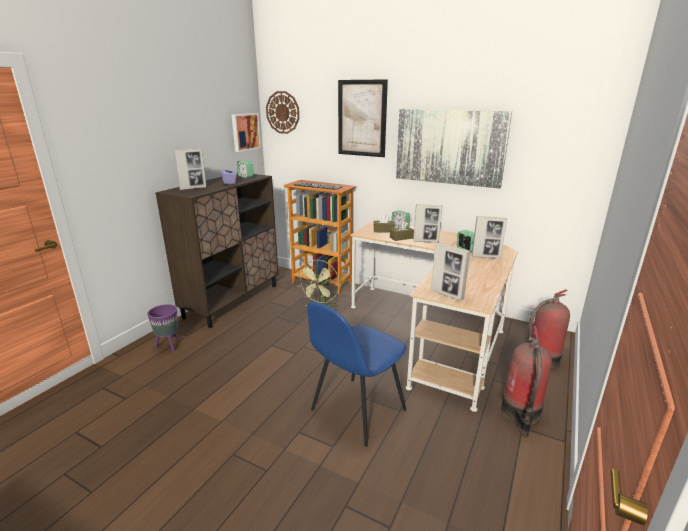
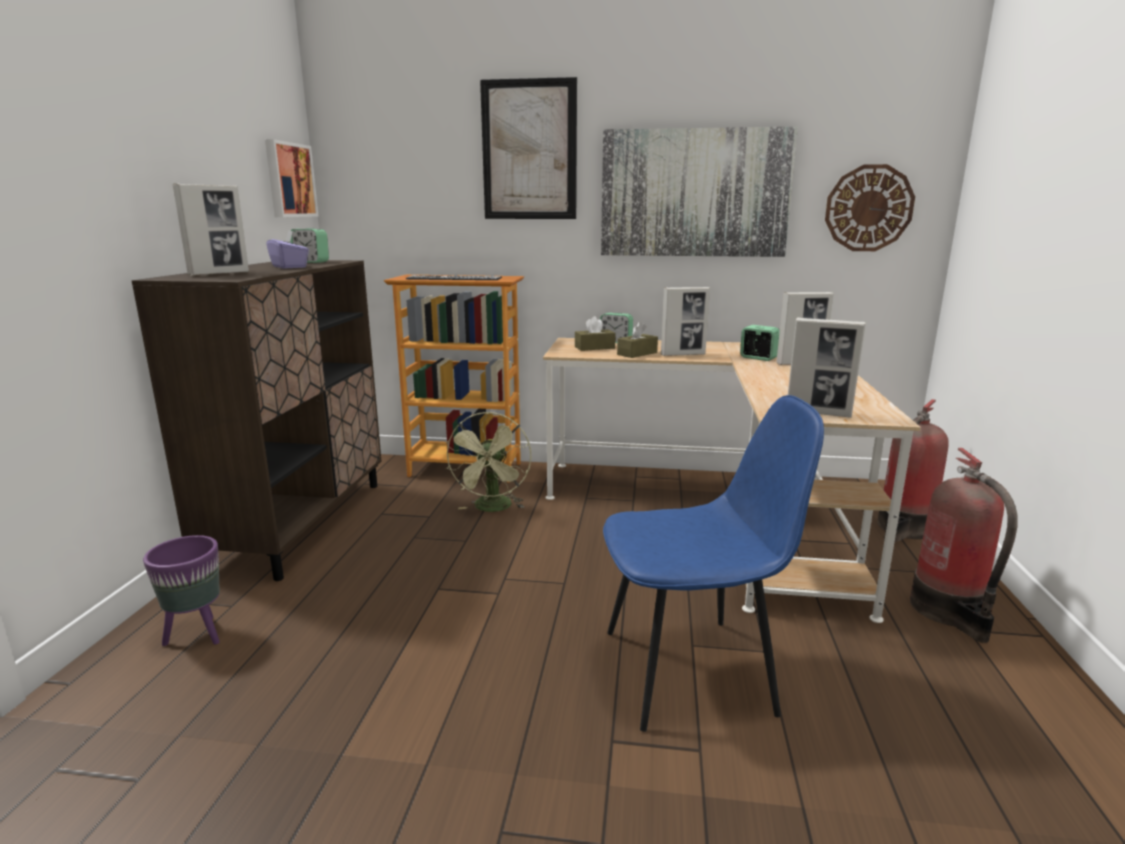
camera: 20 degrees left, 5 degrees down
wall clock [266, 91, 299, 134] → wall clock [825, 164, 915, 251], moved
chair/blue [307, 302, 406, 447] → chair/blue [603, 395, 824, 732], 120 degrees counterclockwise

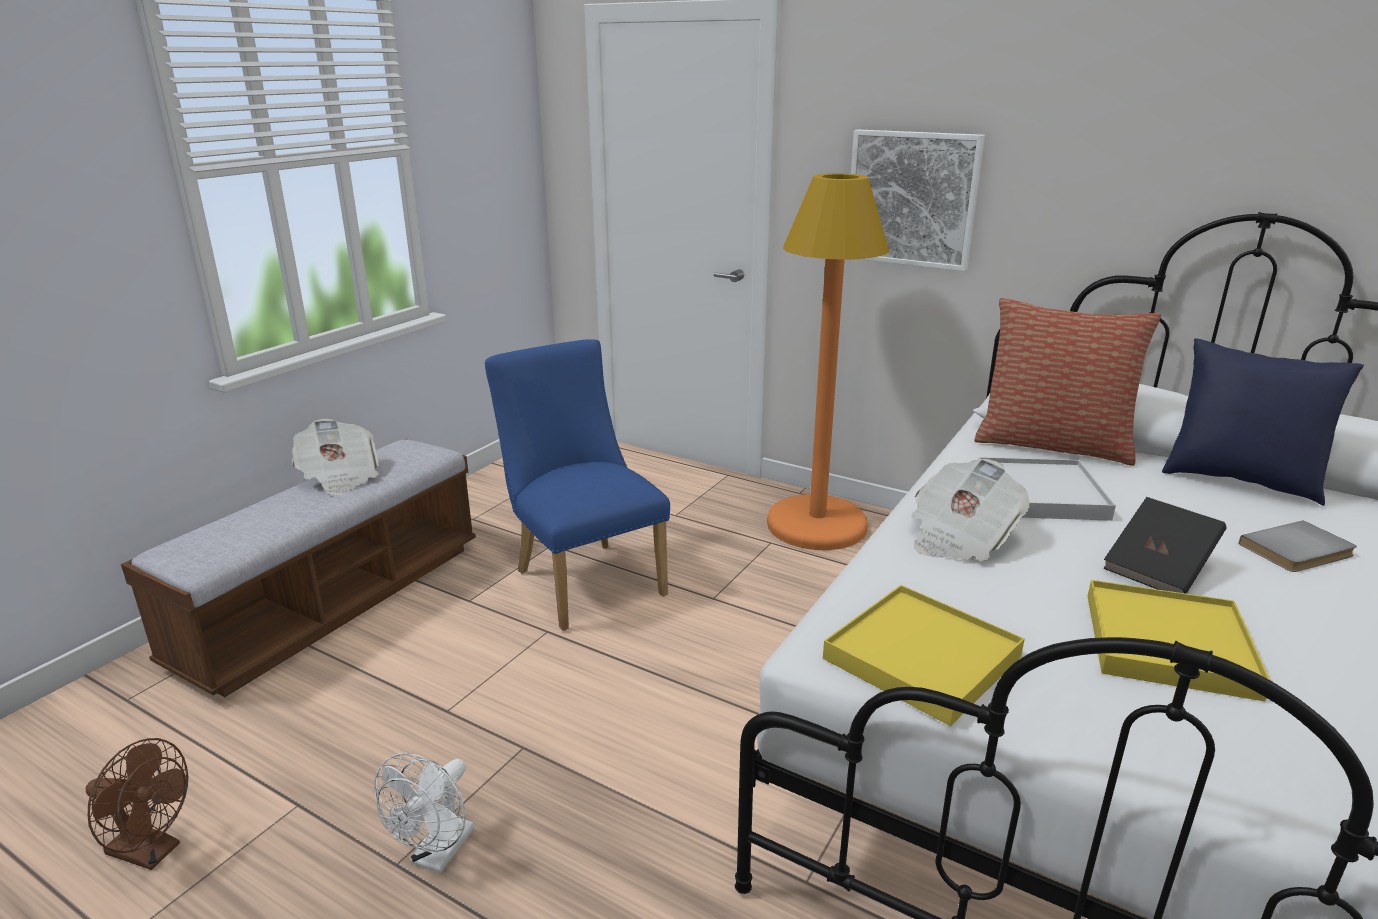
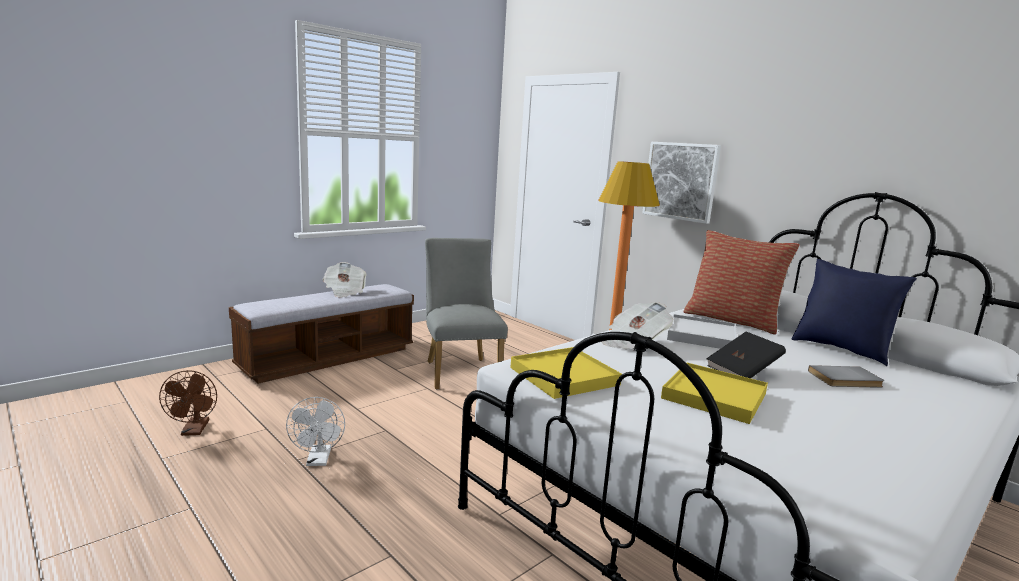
camera: 15 degrees right, 10 degrees down
fan/brown [86, 738, 188, 870] → fan/brown [159, 370, 217, 436], 45 degrees clockwise
fan/white [374, 753, 474, 873] → fan/white [286, 397, 345, 466], 45 degrees counterclockwise
chair/blue [485, 339, 670, 631] → chair/grey [425, 238, 508, 390]

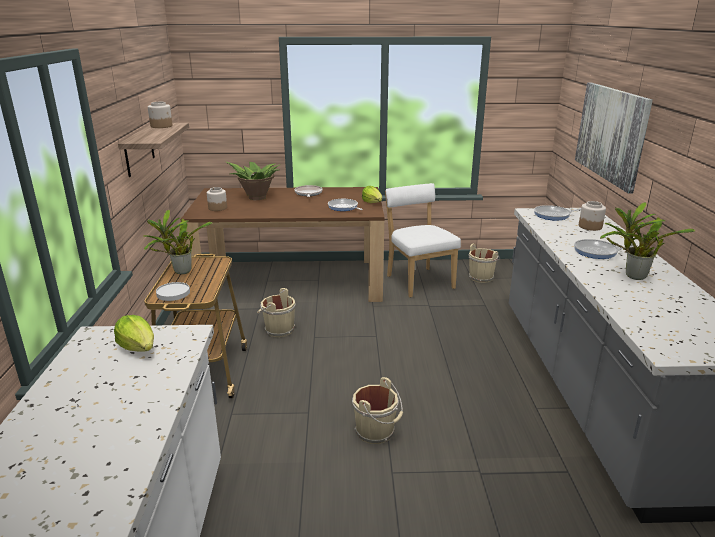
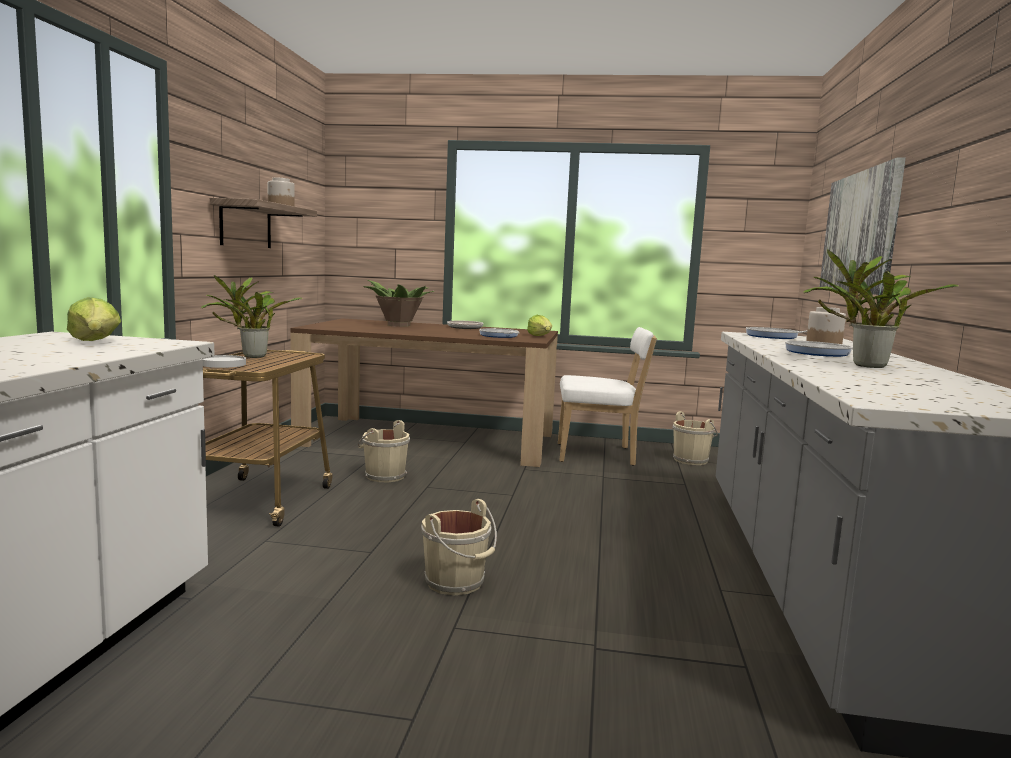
camera: 10 degrees right, 15 degrees down
jar [207, 187, 227, 211] → -
chair/white [385, 183, 461, 298] → chair/white [558, 327, 657, 466], 105 degrees clockwise

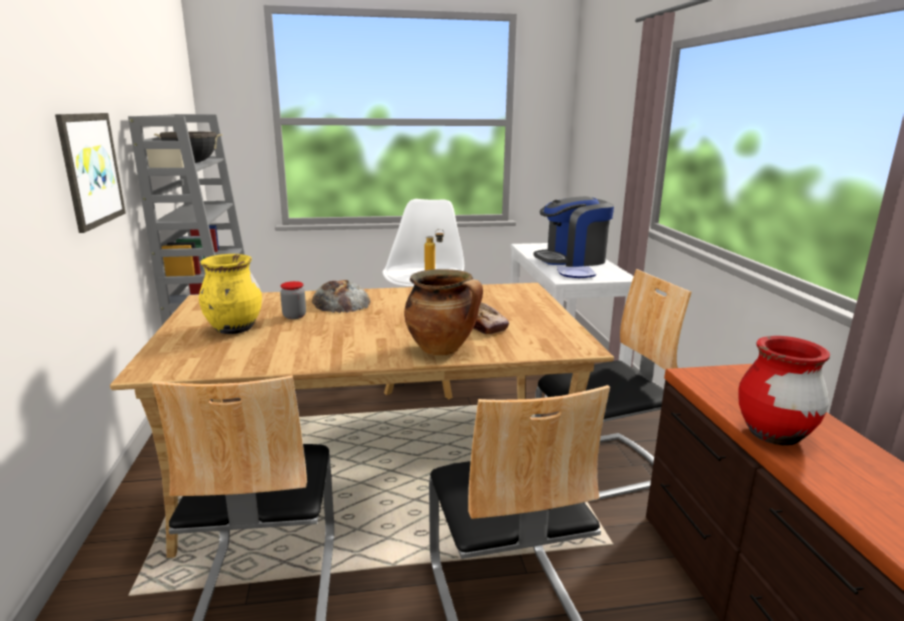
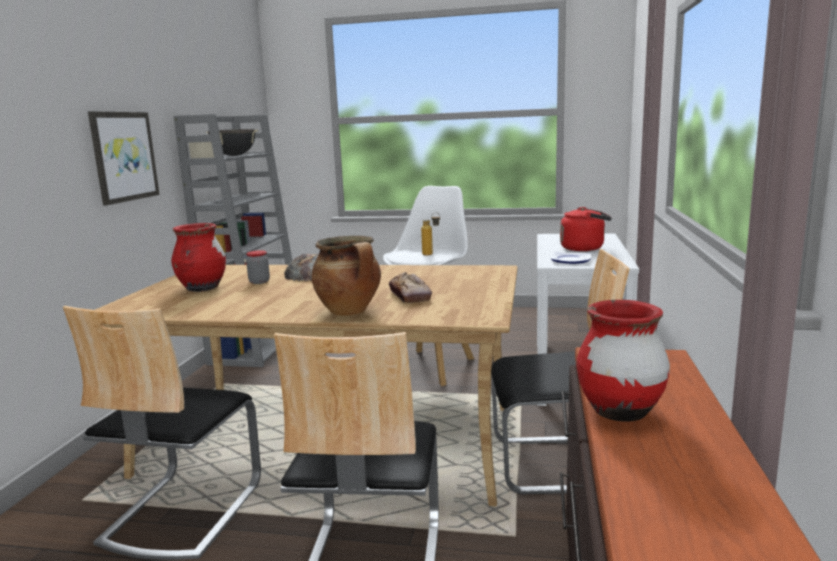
camera: 20 degrees right, 5 degrees down
vase/yellow [199, 254, 262, 334] → vase/red [171, 223, 226, 292]
coffee machine [534, 196, 614, 267] → kettle/red [560, 207, 612, 251]

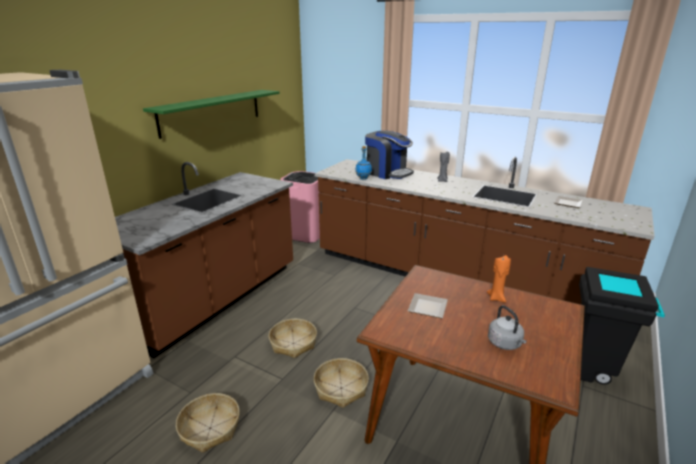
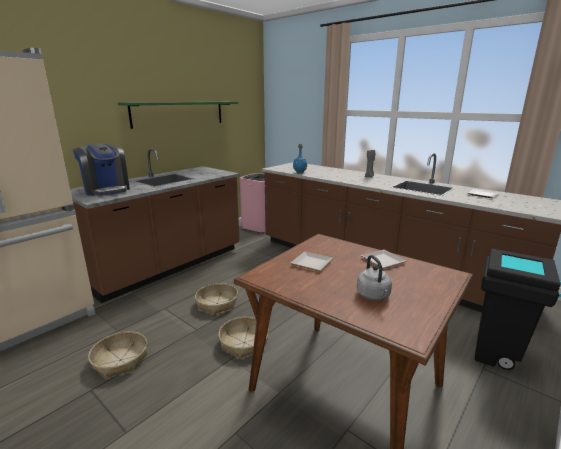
camera: 10 degrees right, 5 degrees down
coffee machine [365, 130, 414, 179] → coffee machine [73, 143, 130, 196], moved
candle/orange [487, 255, 511, 303] → plate [361, 249, 407, 268]

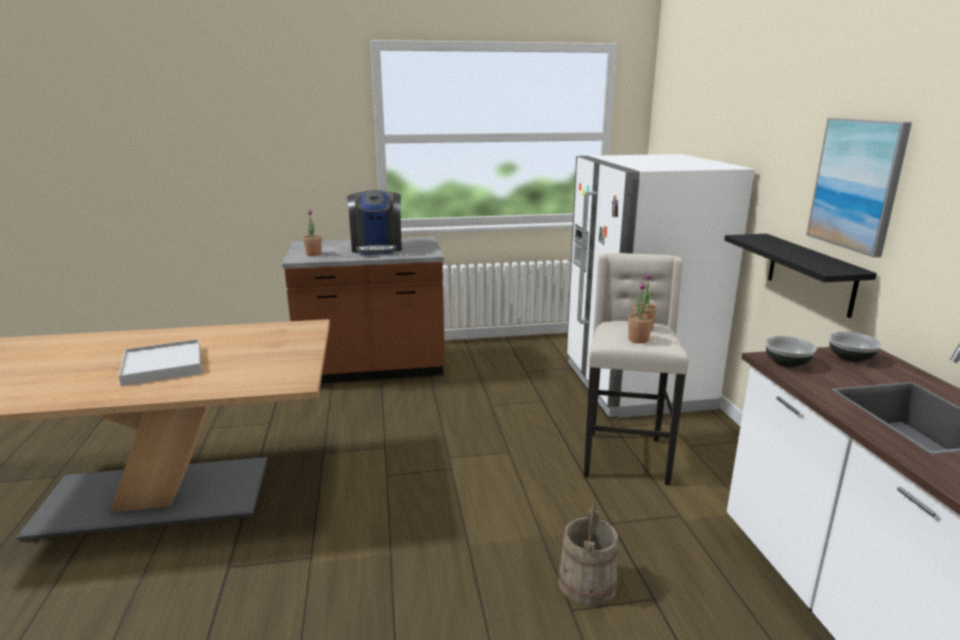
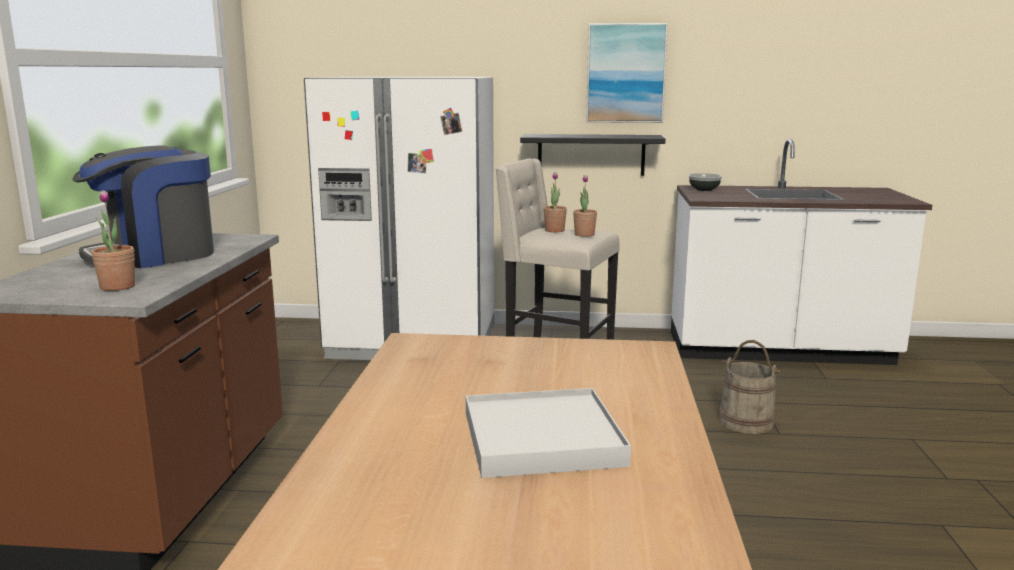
camera: 75 degrees left, 5 degrees down
coffee machine [347, 190, 402, 255] → coffee machine [72, 145, 214, 268], 135 degrees clockwise
bowl [765, 336, 817, 368] → -

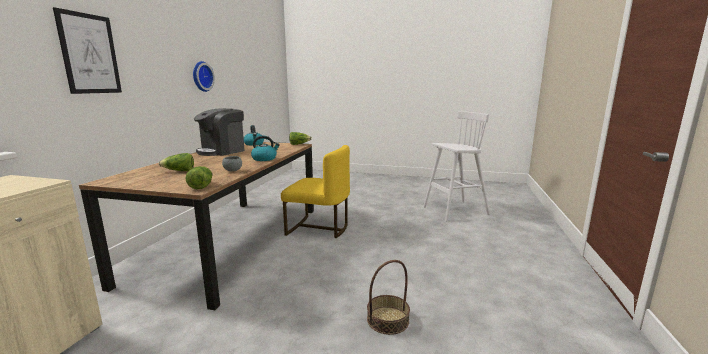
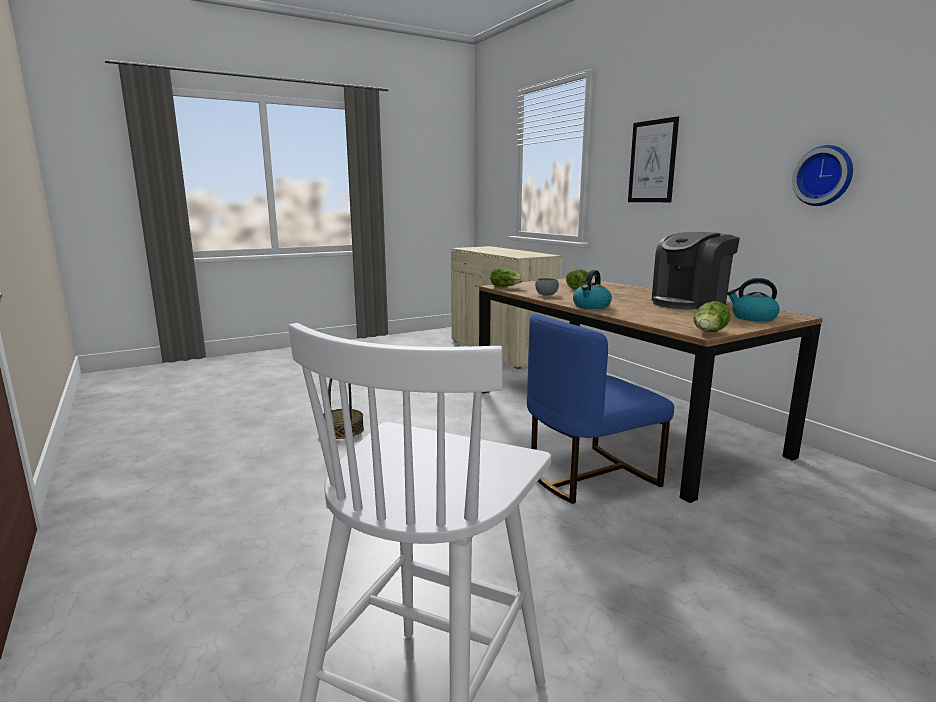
camera: 135 degrees right, 0 degrees up
coffee machine [194, 108, 244, 156] → coffee machine [652, 232, 740, 310], 120 degrees counterclockwise
chair/yellow [281, 145, 350, 238] → chair/blue [527, 314, 674, 504]

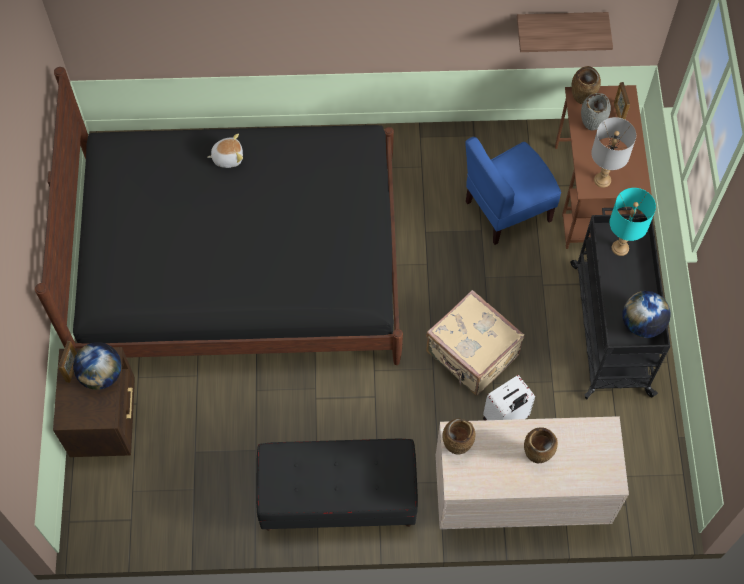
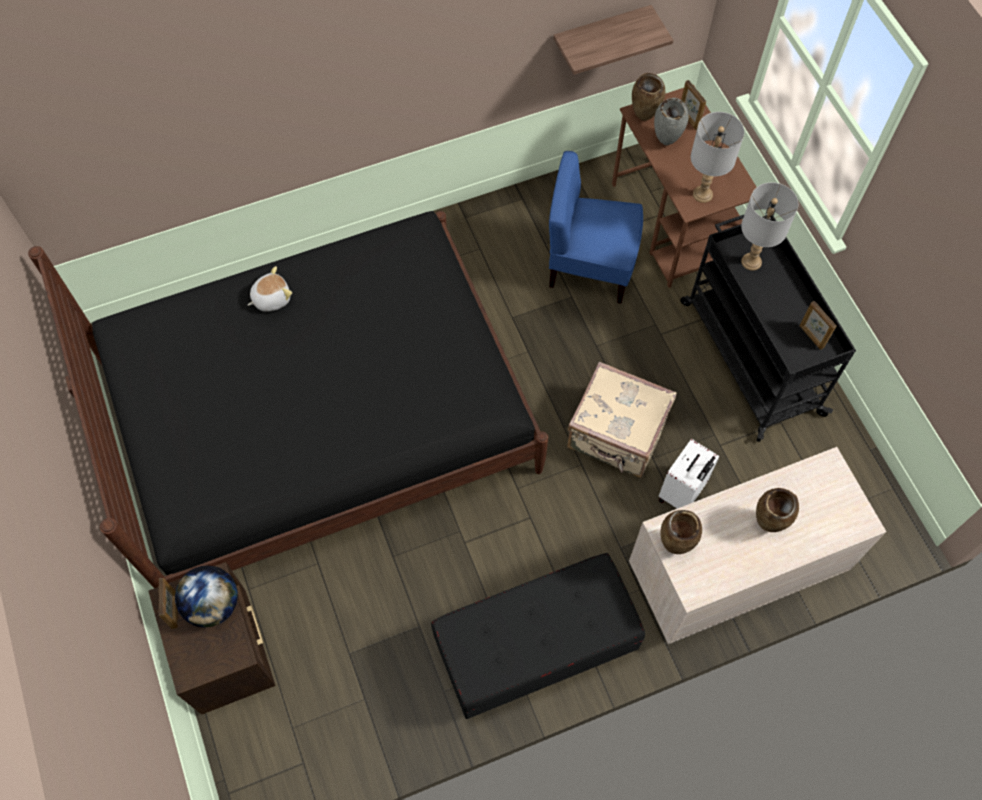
camera: 20 degrees left, 0 degrees up
chair/blue [466, 137, 561, 245] → chair/blue [549, 151, 643, 304], 60 degrees clockwise
table lamp/turquoise [610, 188, 656, 256] → table lamp/grey [741, 182, 798, 271]
globe [622, 291, 671, 338] → picture frame [800, 301, 836, 350]

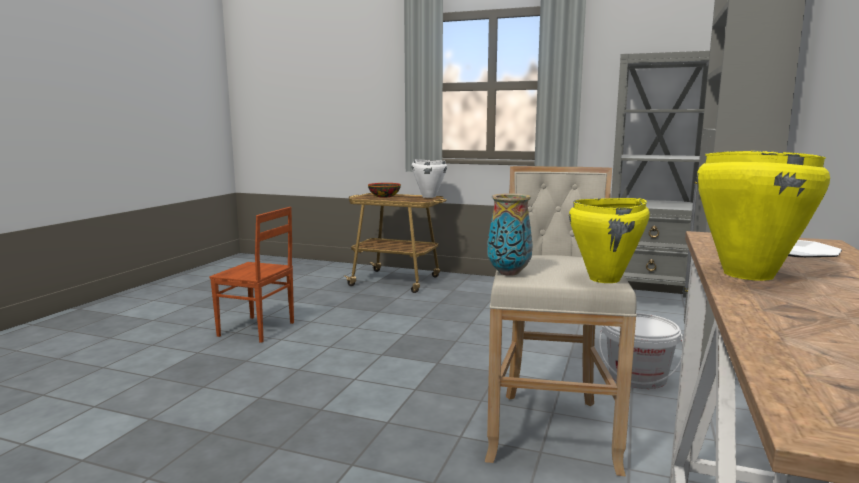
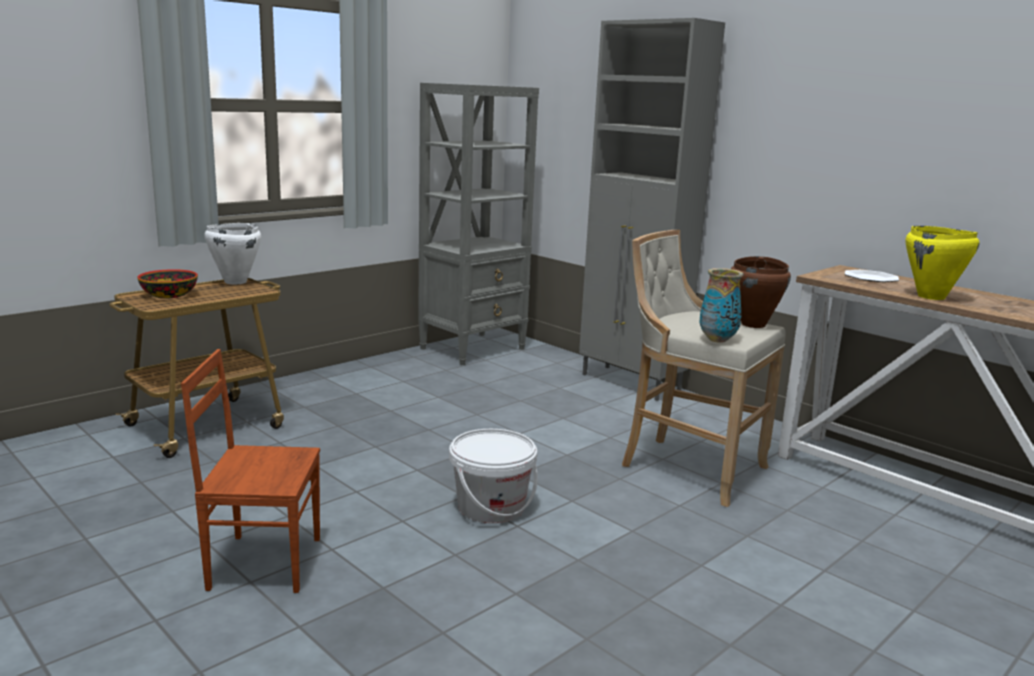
camera: 65 degrees left, 5 degrees up
chair/brown [209, 207, 294, 343] → chair/brown [181, 349, 320, 593], 135 degrees counterclockwise
cooking pot/yellow [569, 198, 650, 283] → cooking pot/brown [731, 256, 791, 328]
bucket/white [599, 313, 683, 389] → bucket/white [449, 429, 538, 523], moved

